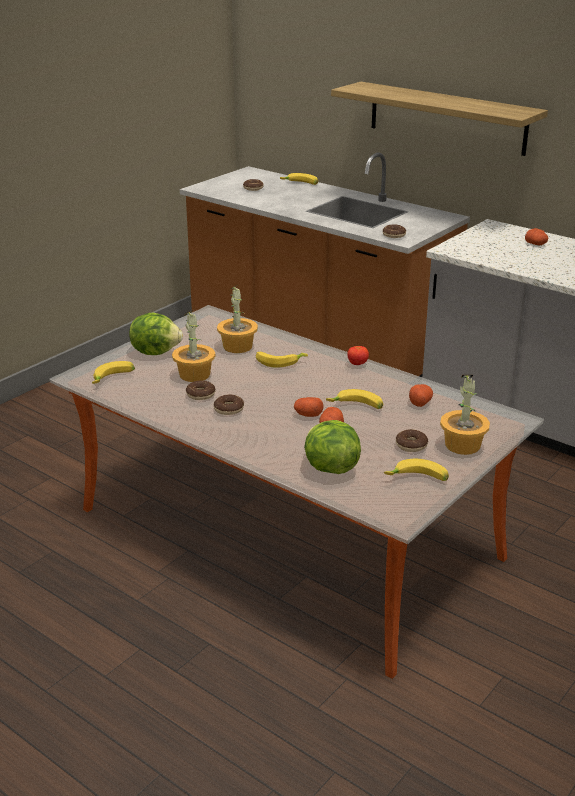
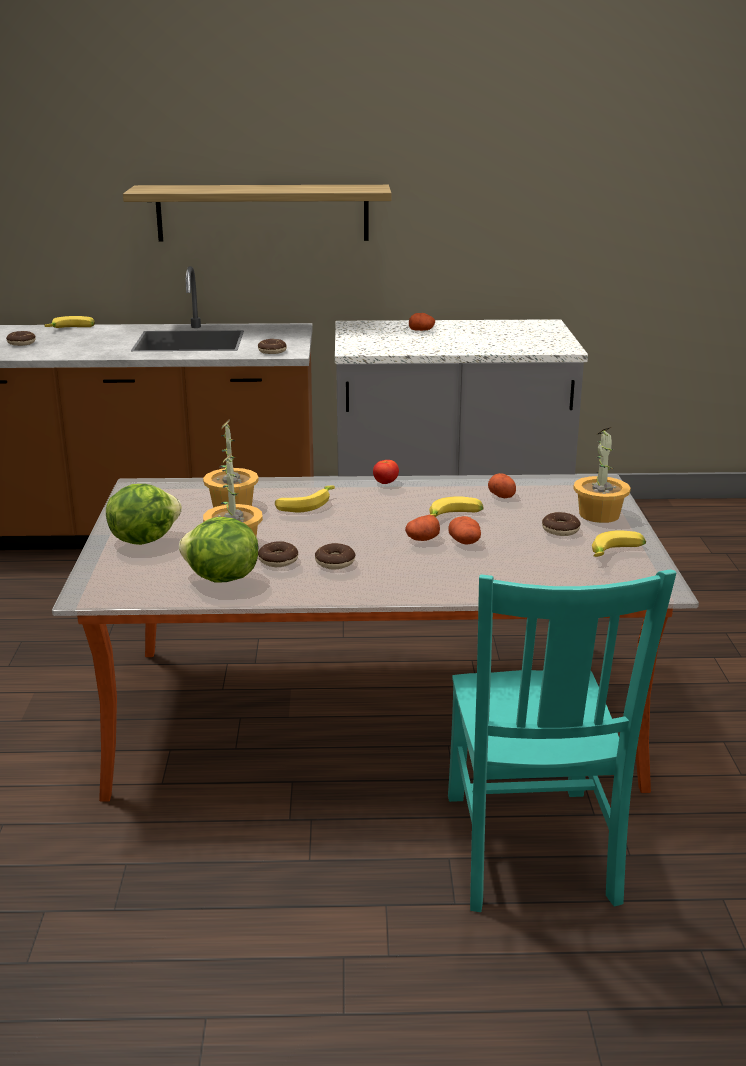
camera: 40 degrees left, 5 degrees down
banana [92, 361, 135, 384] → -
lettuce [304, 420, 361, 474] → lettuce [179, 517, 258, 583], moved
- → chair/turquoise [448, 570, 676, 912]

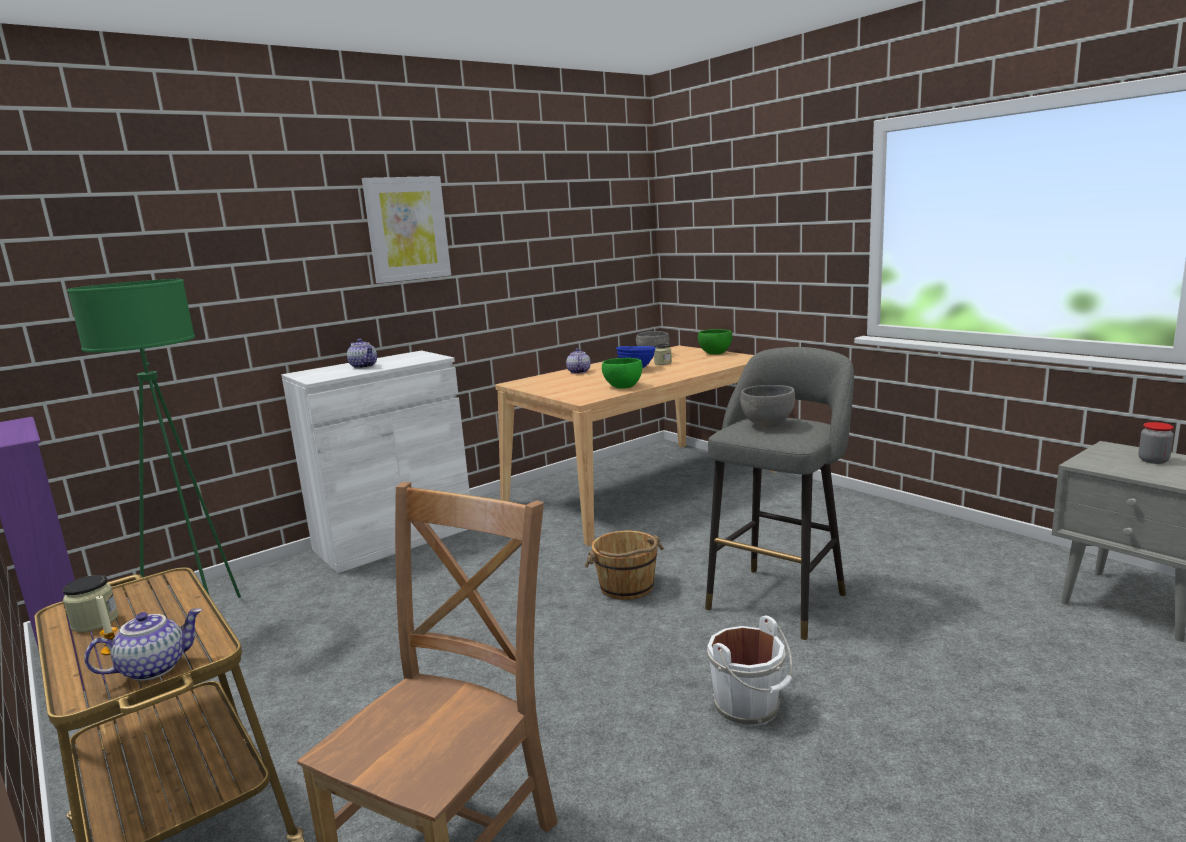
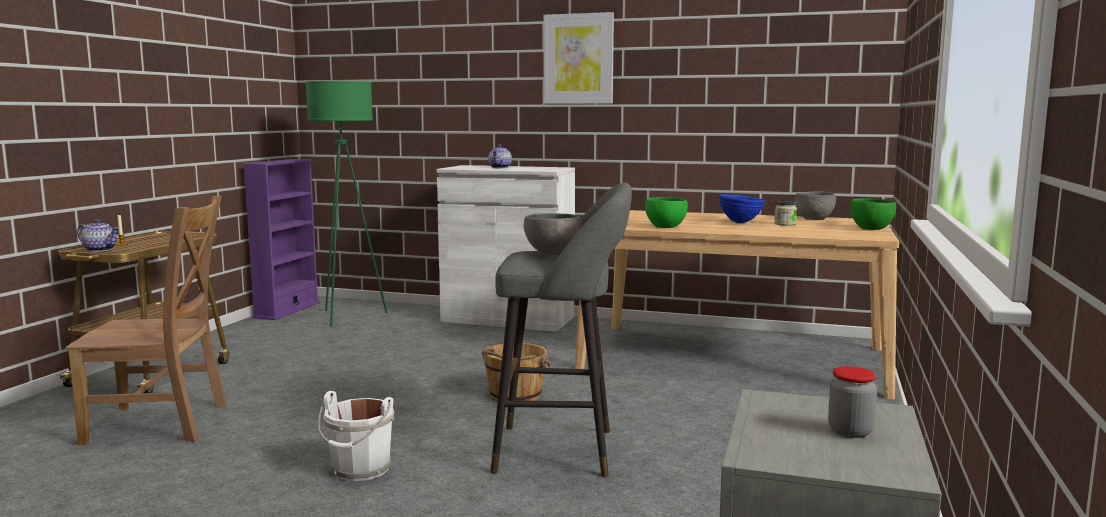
camera: 55 degrees right, 5 degrees down
jar [63, 575, 118, 632] → -
teapot [566, 348, 591, 374] → -

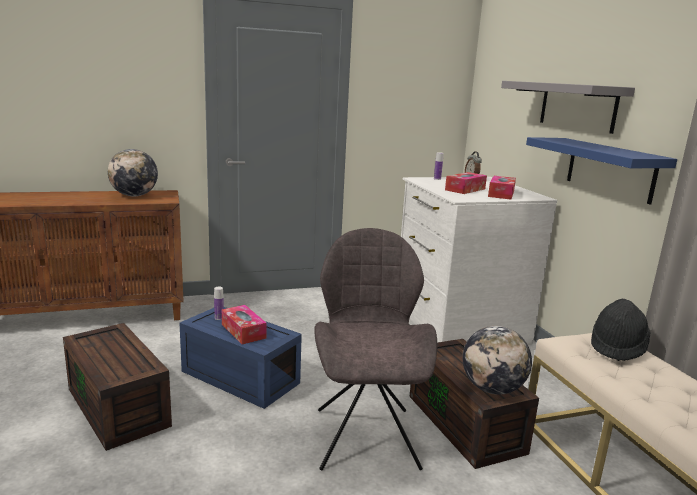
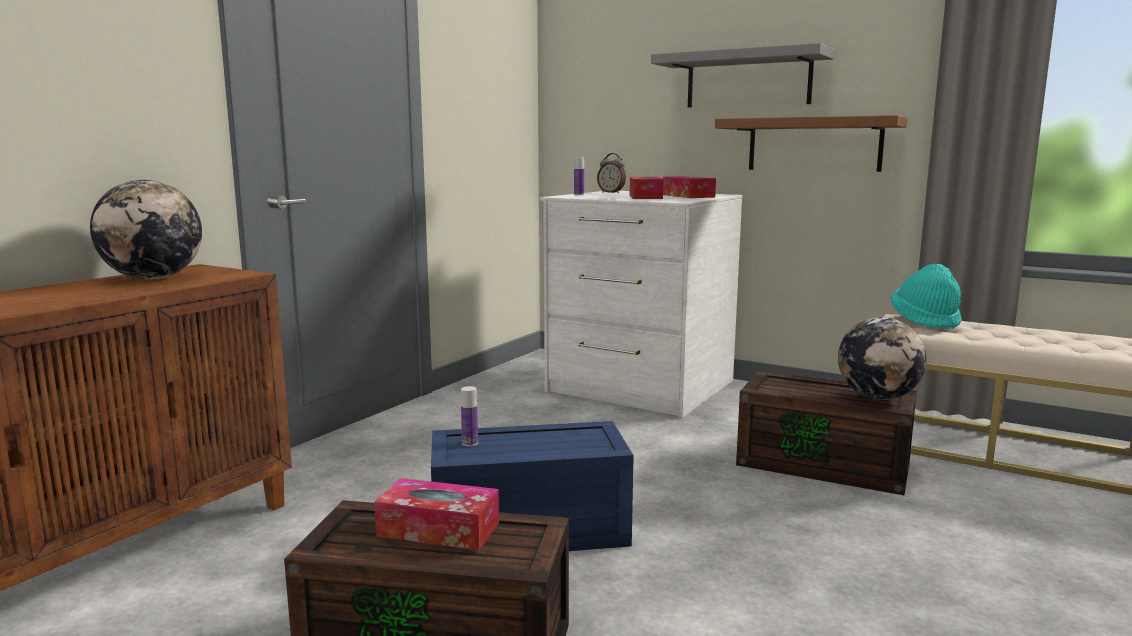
camera: 40 degrees left, 5 degrees down
tissue box [222, 305, 267, 344] → tissue box [374, 478, 499, 550], moved
chair/grey [314, 228, 437, 470] → -
shelf/blue [526, 137, 677, 205] → shelf/brown [715, 115, 907, 172]
hat/black [591, 299, 650, 361] → hat/turquoise [891, 264, 962, 329]

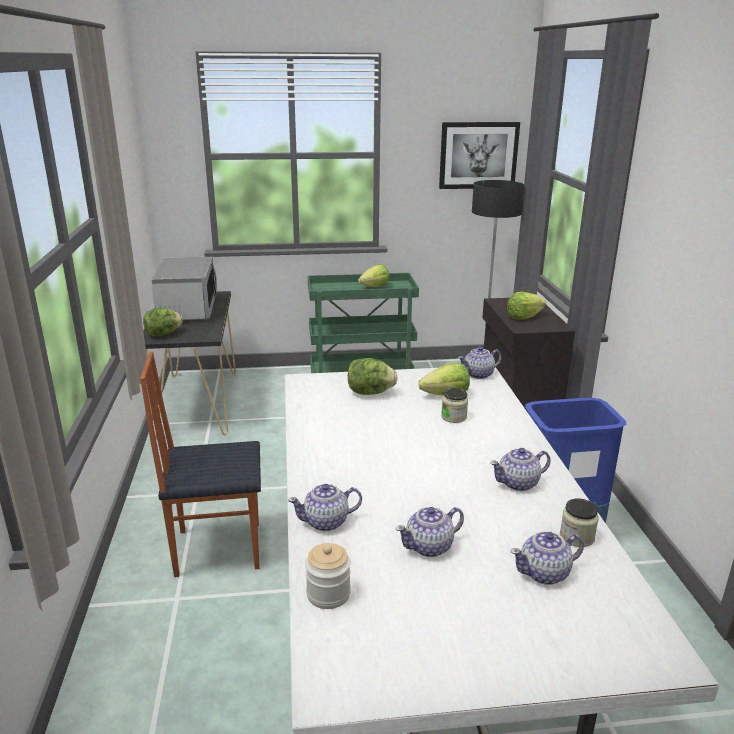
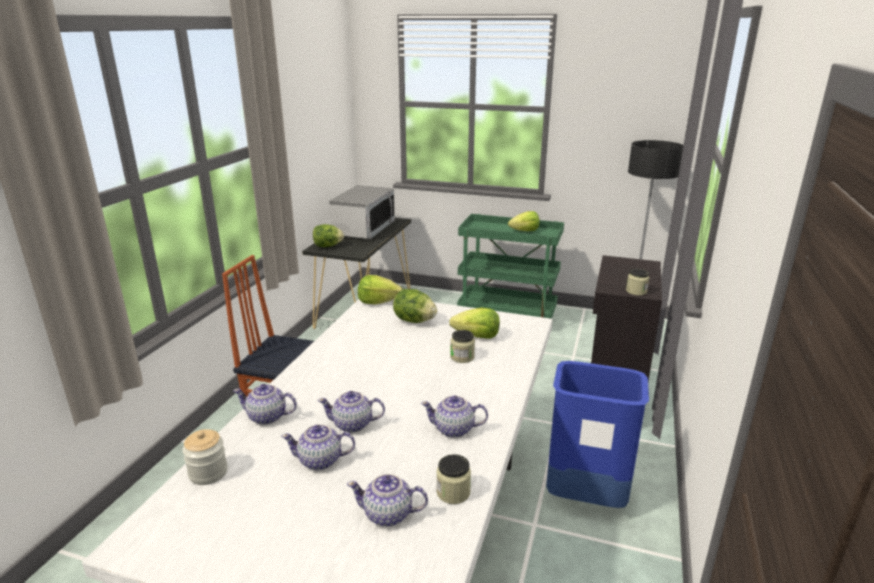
camera: 25 degrees right, 0 degrees up
picture [439, 122, 520, 189] → -
teapot [458, 347, 501, 379] → teapot [318, 391, 385, 433], moved
lettuce [507, 292, 546, 319] → lettuce [358, 275, 403, 305], moved
- → jar [626, 269, 649, 296]

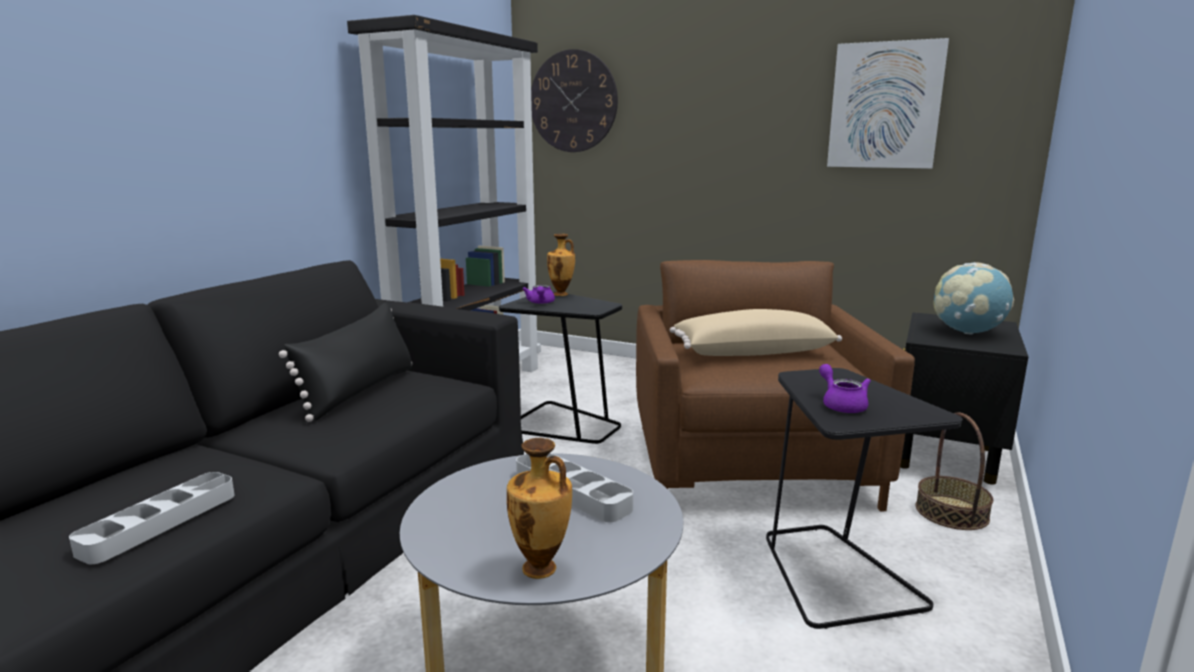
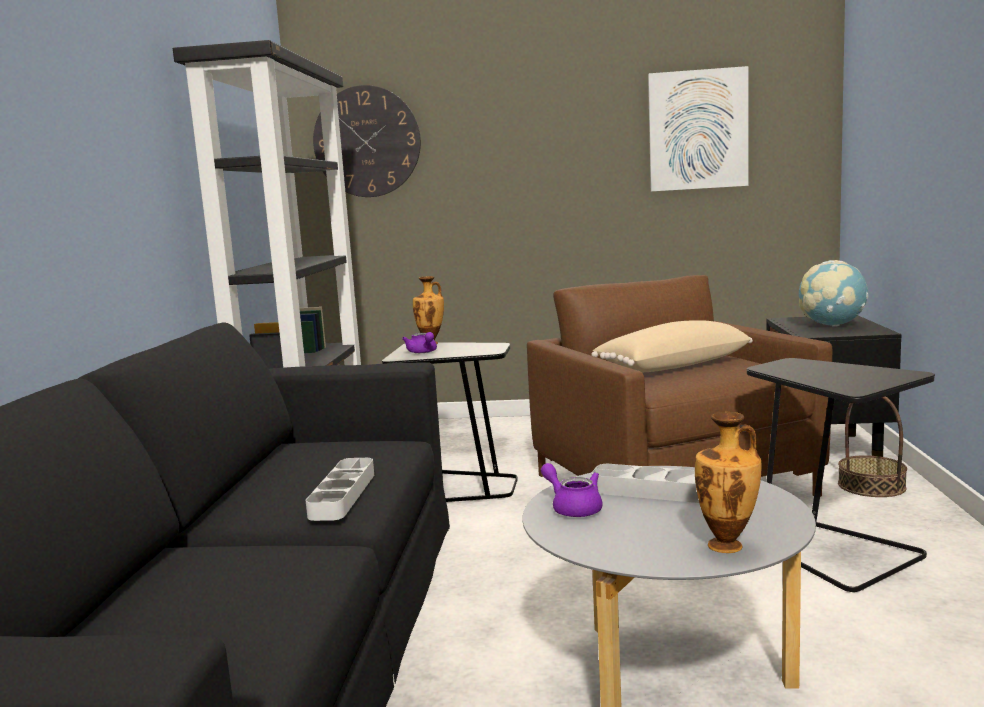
camera: 20 degrees left, 5 degrees down
tray/grey [69, 472, 235, 564] → tray/grey [306, 458, 374, 521], moved
pillow/black [279, 302, 412, 422] → -
teapot/purple [819, 364, 871, 413] → teapot/purple [541, 463, 603, 517], moved

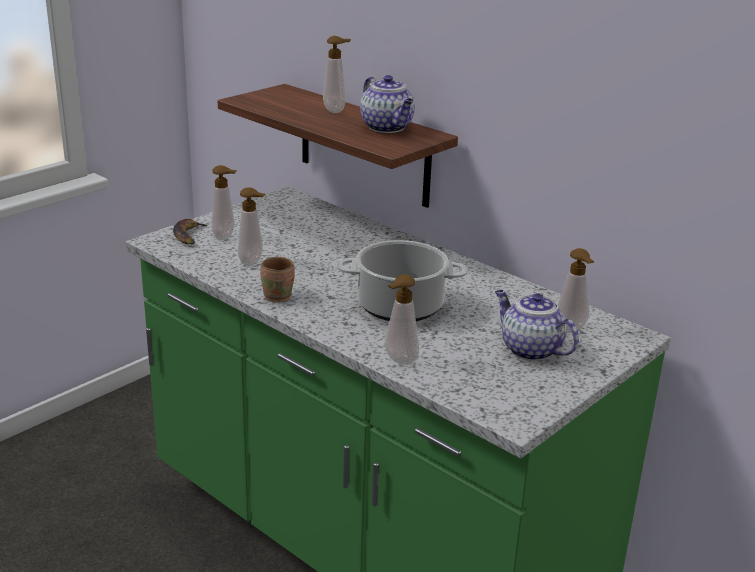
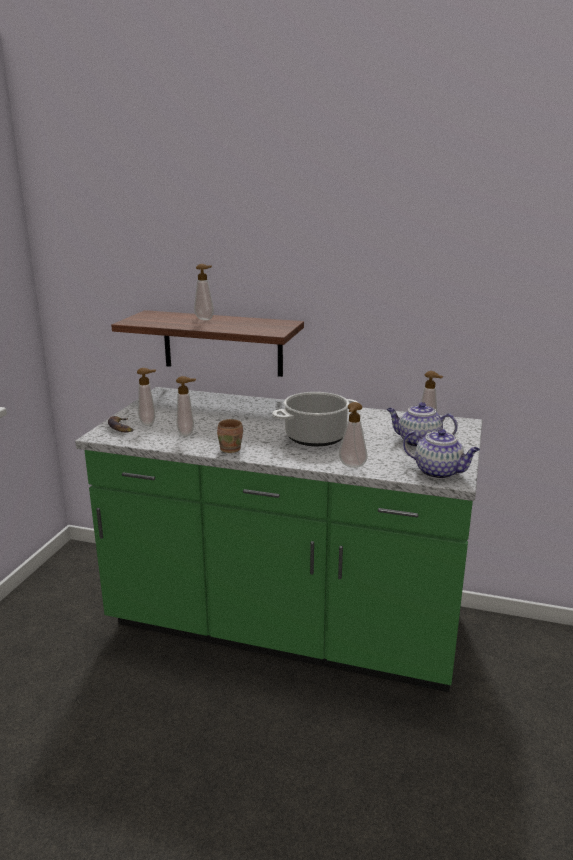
camera: 25 degrees left, 5 degrees down
teapot [360, 75, 415, 133] → teapot [403, 429, 480, 479], moved

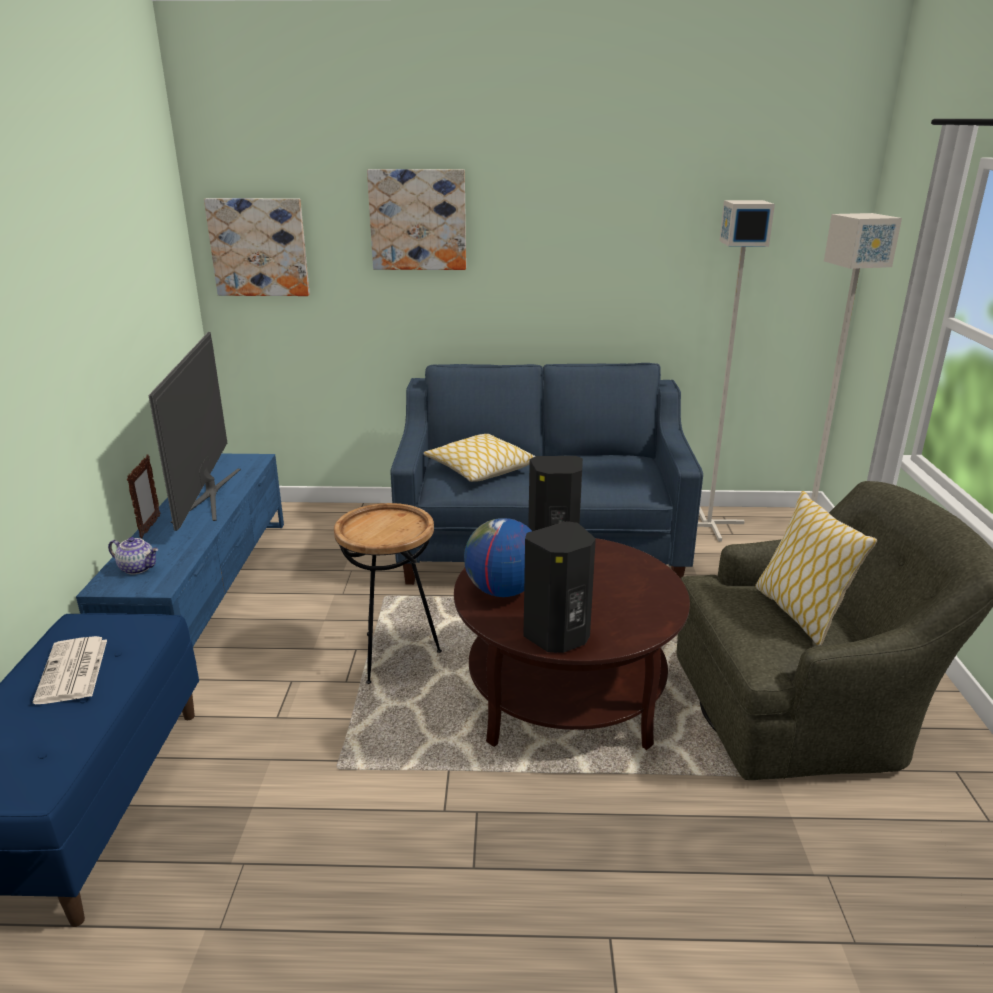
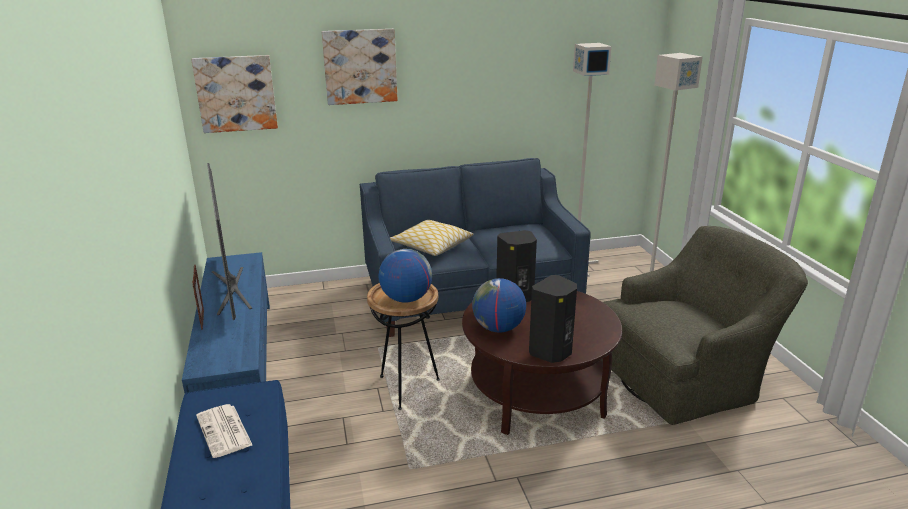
camera: 15 degrees left, 0 degrees up
teapot [108, 537, 159, 575] → -
pillow [755, 491, 877, 646] → -
- → globe [379, 249, 432, 303]

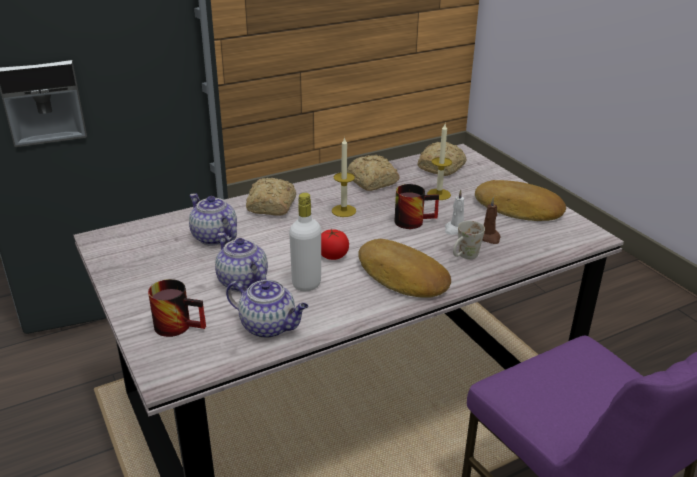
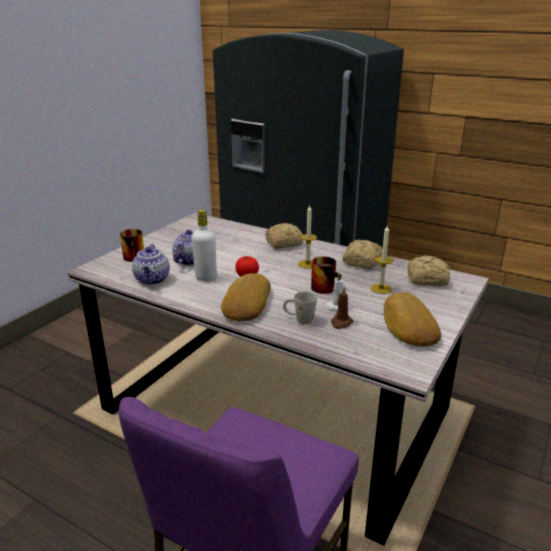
camera: 60 degrees right, 5 degrees down
teapot [189, 193, 237, 246] → -

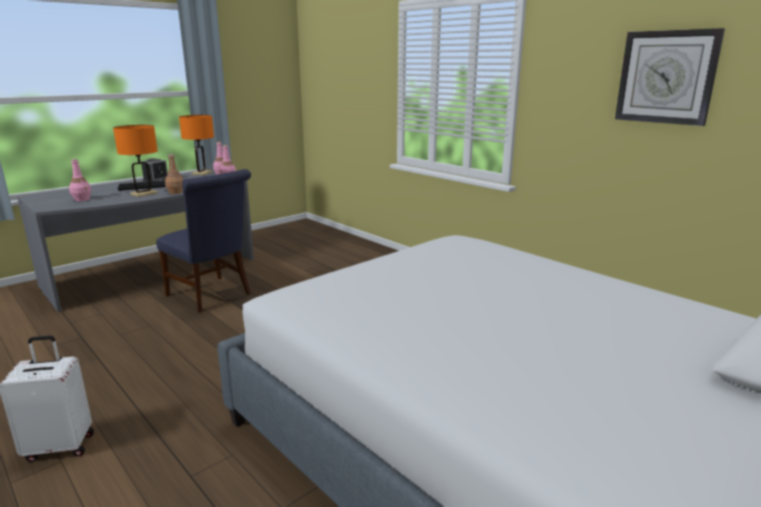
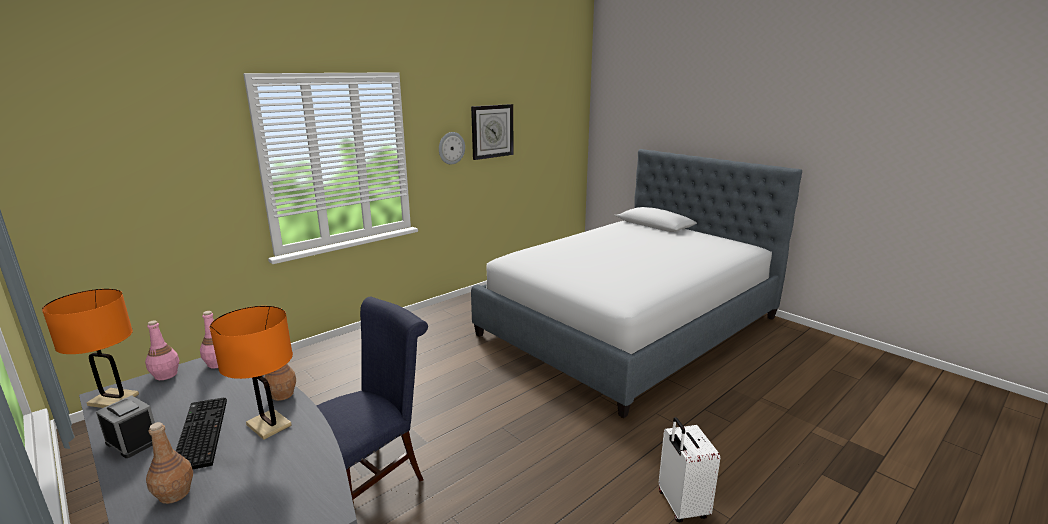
camera: 90 degrees left, 0 degrees up
bottle/pink [69, 159, 91, 201] → -
- → bottle/brown [146, 422, 193, 504]
- → wall clock [439, 132, 465, 164]

